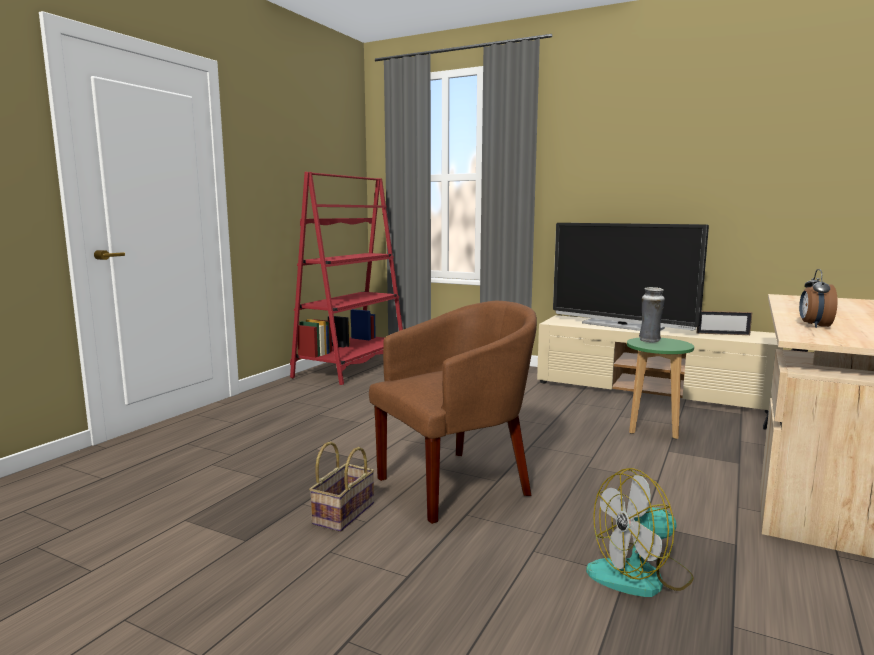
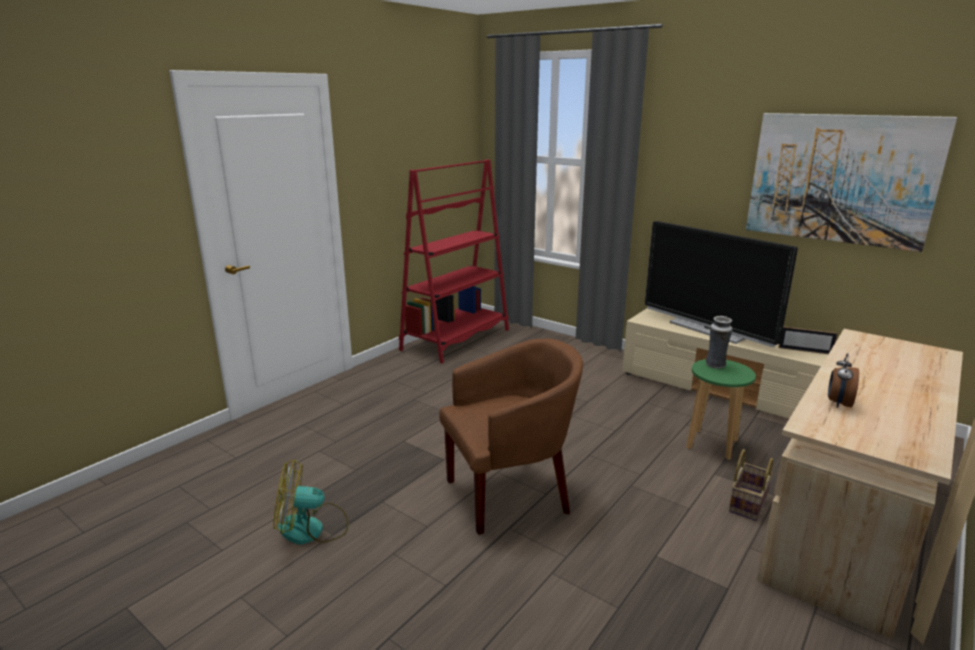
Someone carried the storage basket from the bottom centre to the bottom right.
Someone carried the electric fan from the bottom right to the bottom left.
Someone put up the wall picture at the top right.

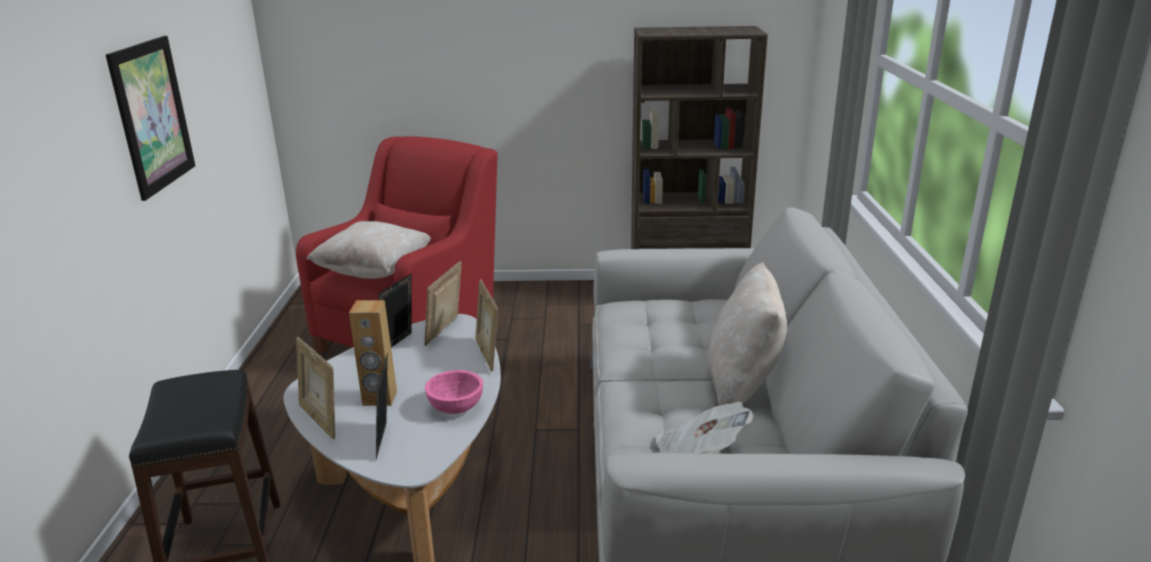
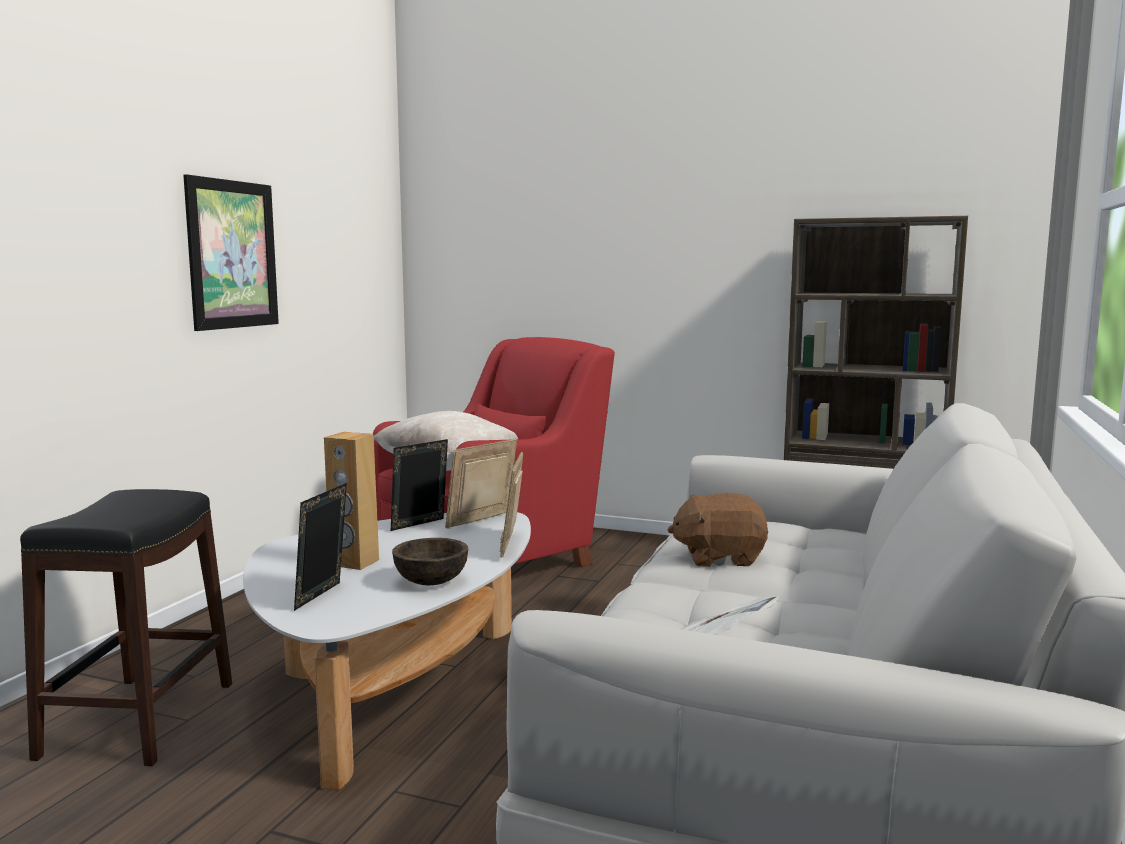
Someone took away the standing frame (no. 1 from left) at the bottom left.
Someone repainted the serving bowl (pink) at the bottom centre, which became the serving bowl (brown) at the centre.
Someone took away the cushion (beige-coloured) (no. 2 from left) at the centre.
Someone put down the plush toy (brown) at the centre.

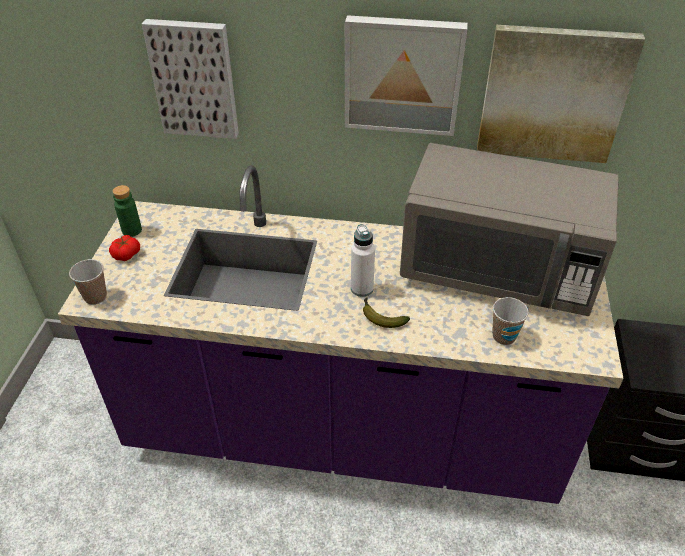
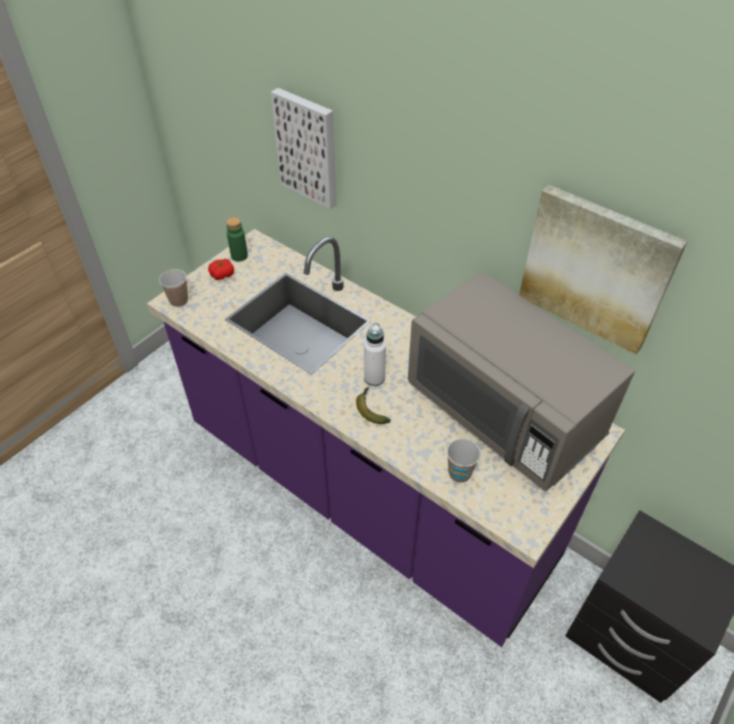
Someone took away the wall picture (no. 2 from left) at the top centre.

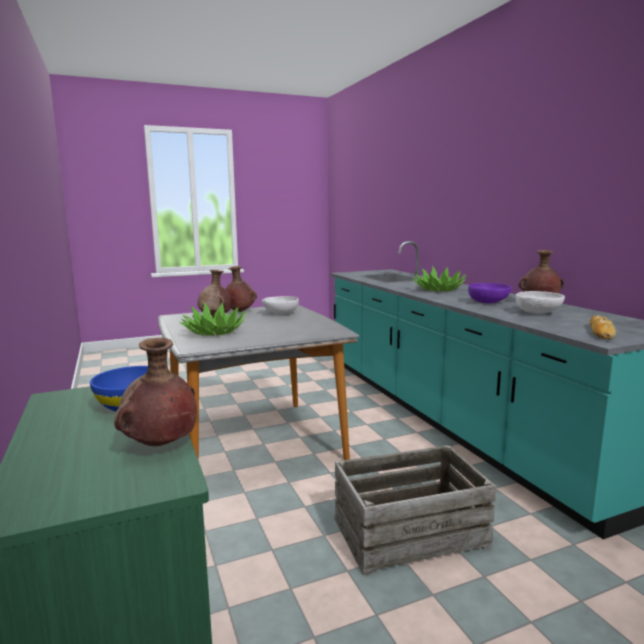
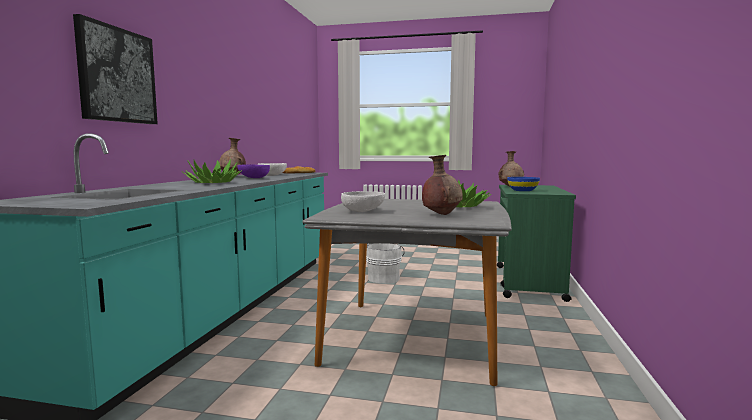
Someone took away the decorative vase (brown) (no. 3 from left) at the centre.
Someone swapped the shipping crate at the bottom centre for the bucket (white-coloured) at the centre.
Someone put up the wall picture at the top left.

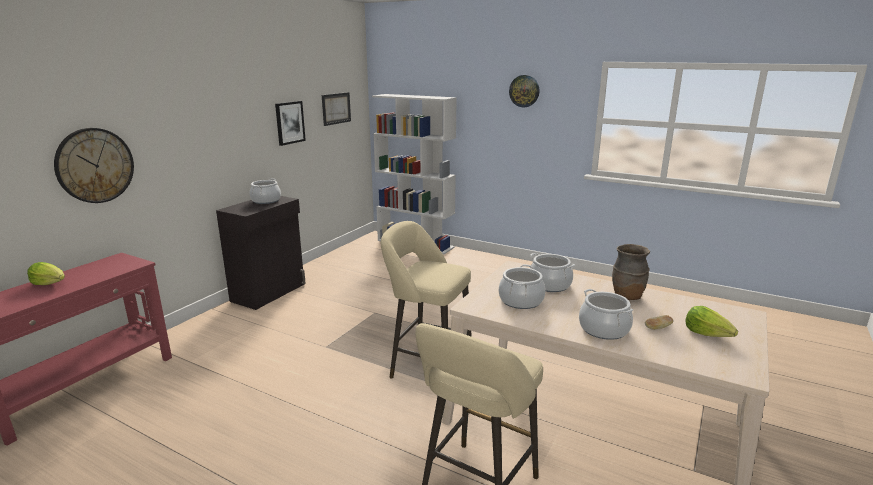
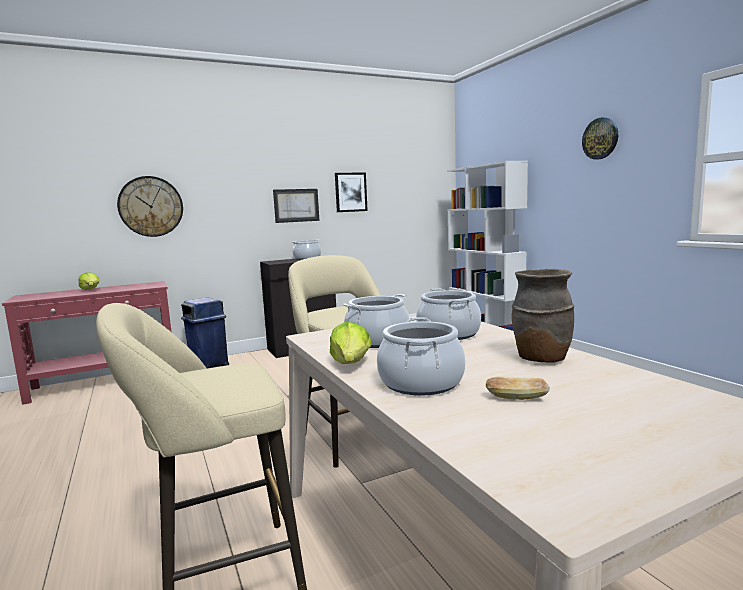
Someone carried the wall picture (no. 2 from left in the first image) from the top centre to the centre.
Someone carried the lettuce (no. 2 from left) from the middle right to the centre.
Someone put down the trash can (blue-coloured) at the middle left.

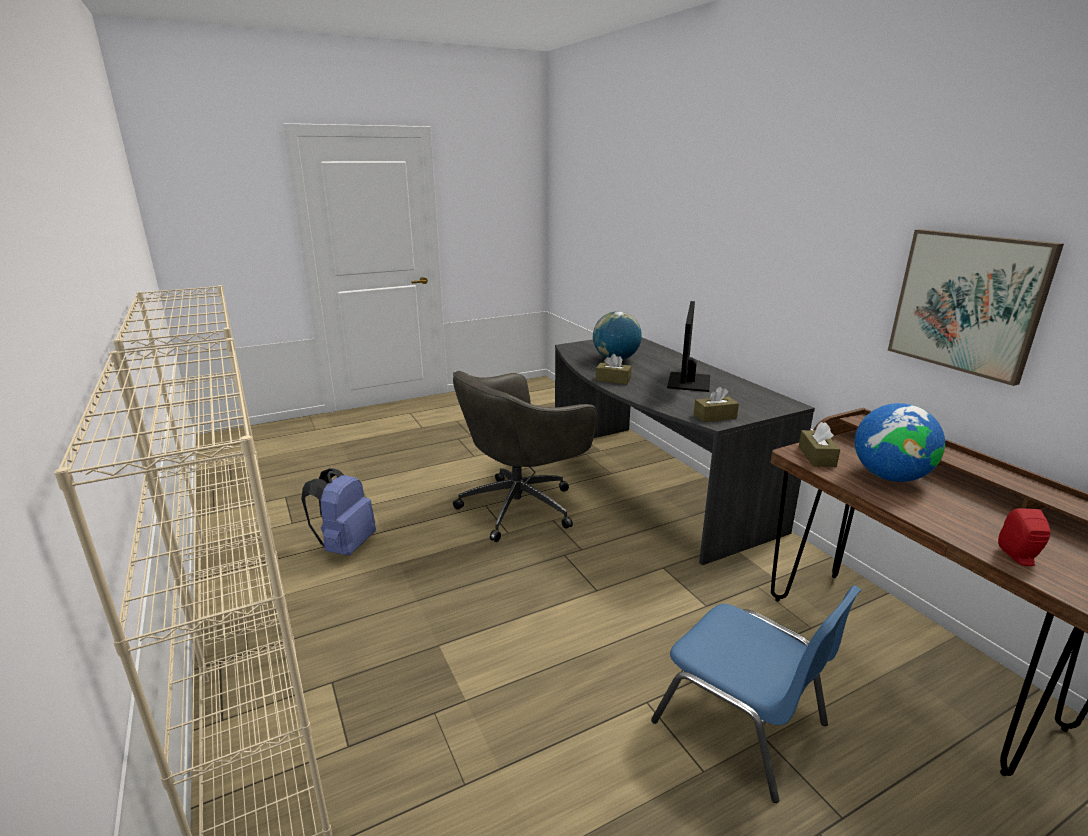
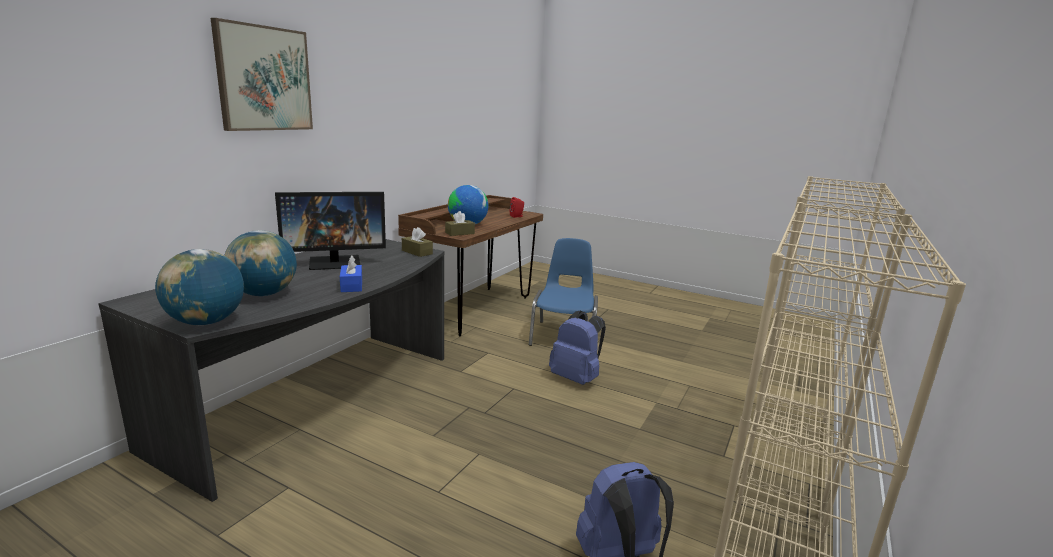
Someone took away the desk chair (greyish) at the centre.
Someone repainted the tissue box (brown) (no. 1 from left) at the centre, which became the tissue box (blue-coloured) at the centre.
Someone carried the wall picture from the middle right to the top left.
Someone put down the world globe (no. 1 from left) at the middle left.
Someone put down the backpack (blue-coloured) (no. 1 from left) at the centre.

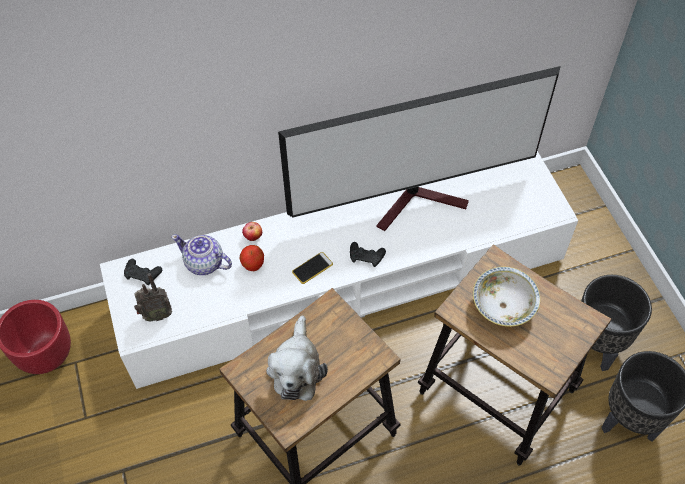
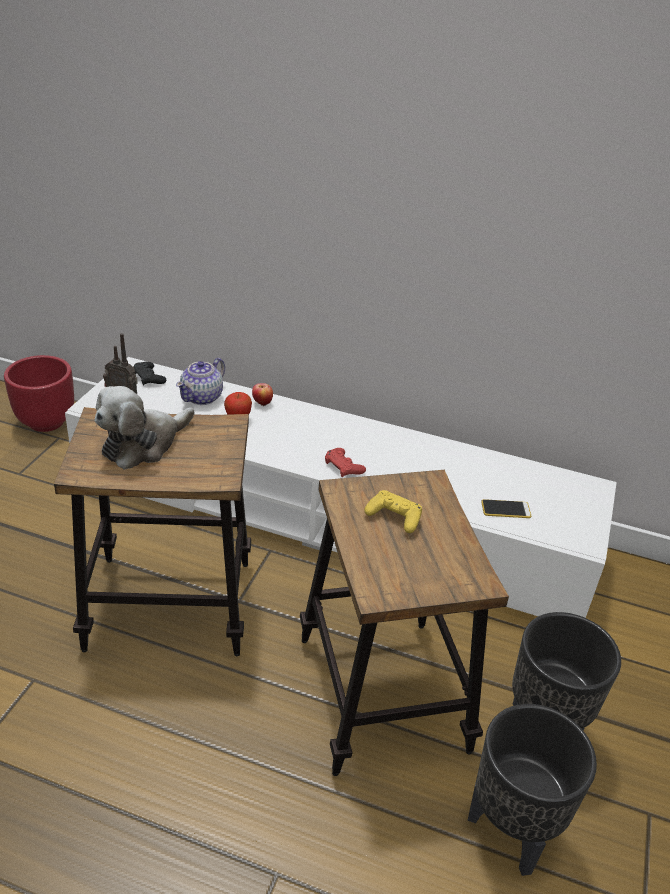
Someone rotated the teapot at the middle left by 120 degrees counterclockwise.
Someone took away the TV at the top centre.
Someone carried the phone from the centre to the middle right.
Someone repainted the game controller (black) (no. 2 from left) at the centre, which became the game controller (red-coloured) at the centre.
Someone swapped the serving bowl at the middle right for the game controller (yellow-coloured) at the centre.

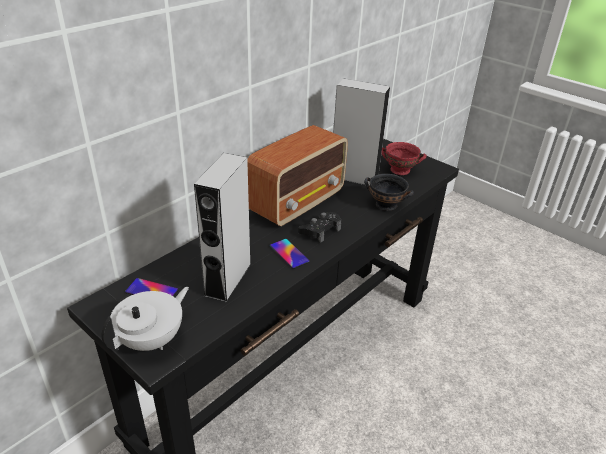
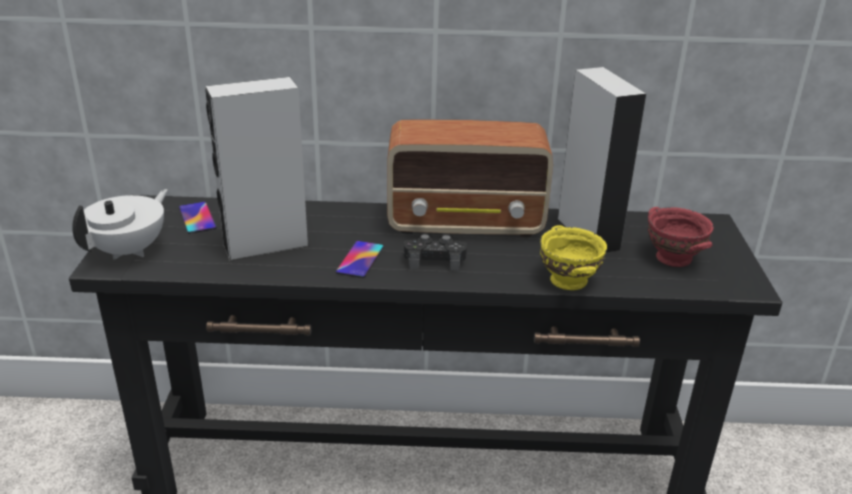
Someone rotated the teapot (white-coloured) at the bottom left by 60 degrees counterclockwise.
Someone repainted the serving bowl (black) at the centre, which became the serving bowl (yellow-coloured) at the middle right.

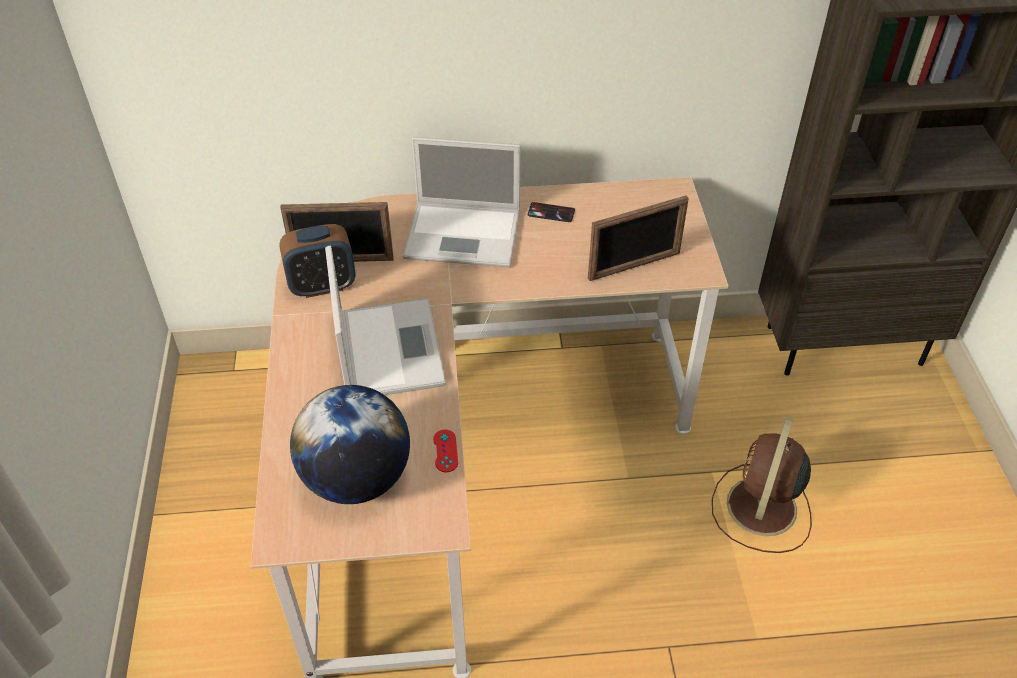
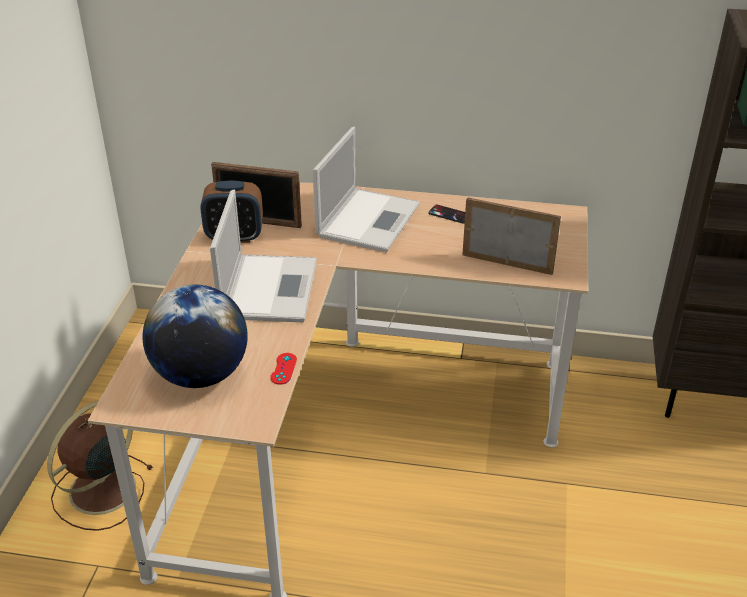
Someone rotated the notebook computer (no. 2 from left) at the top centre by 90 degrees counterclockwise.
Someone rotated the standing frame (no. 2 from left) at the centre by 150 degrees counterclockwise.
Someone carried the electric fan (brown) from the bottom right to the bottom left.

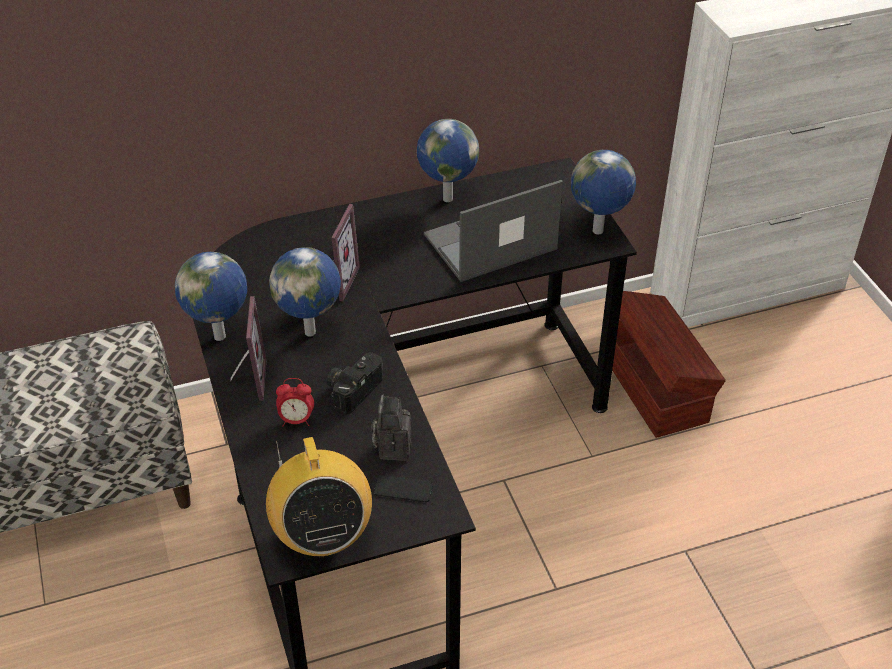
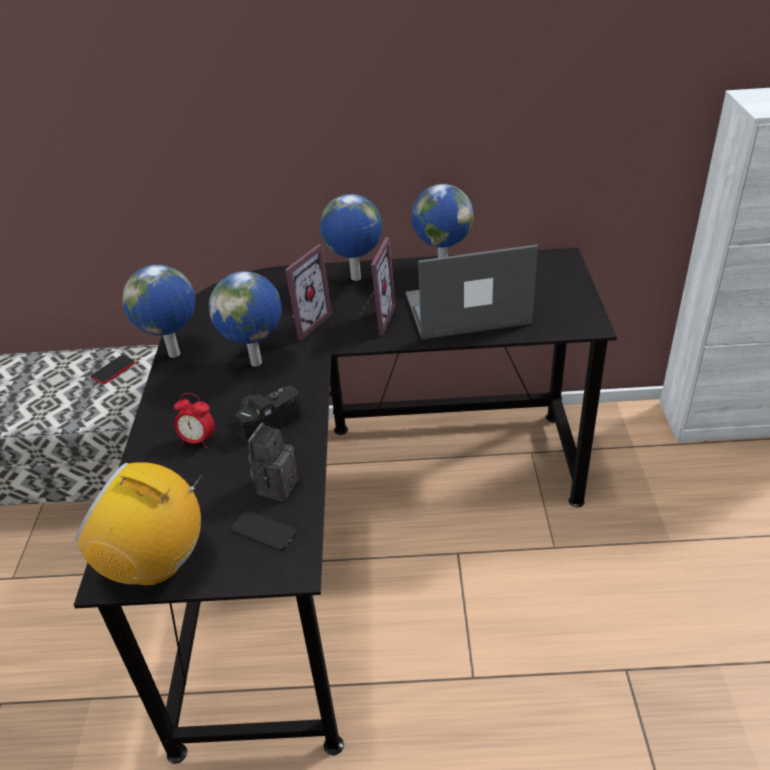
Someone carried the standing frame (no. 1 from left in the first image) from the middle left to the centre.
Someone rotated the radio receiver at the bottom centre by 105 degrees clockwise.
Someone carried the world globe (no. 4 from left in the first image) from the top right to the top centre.
Someone took away the storage box (brown) at the middle right.
Someone put down the phone (no. 1 from left) at the middle left.

